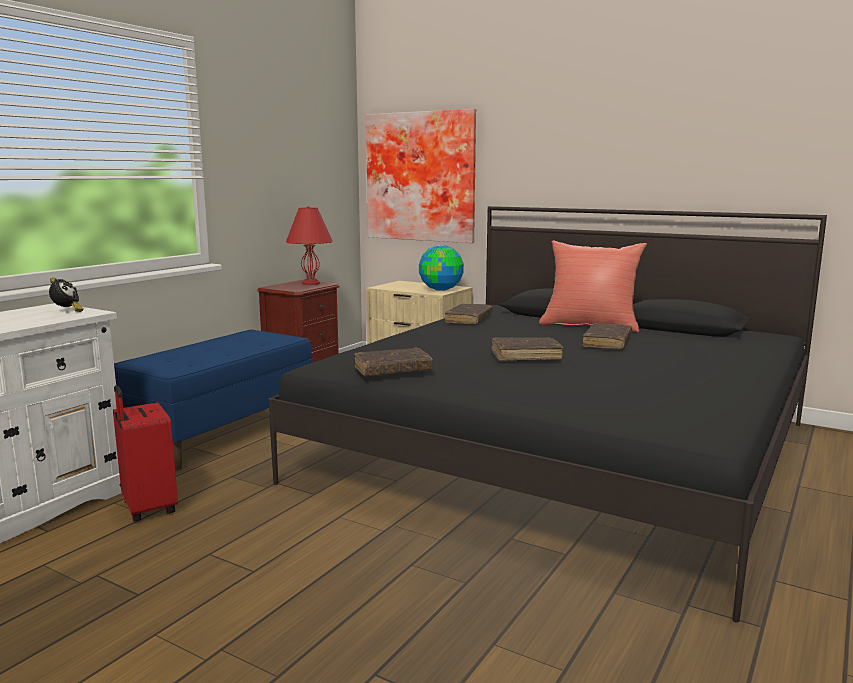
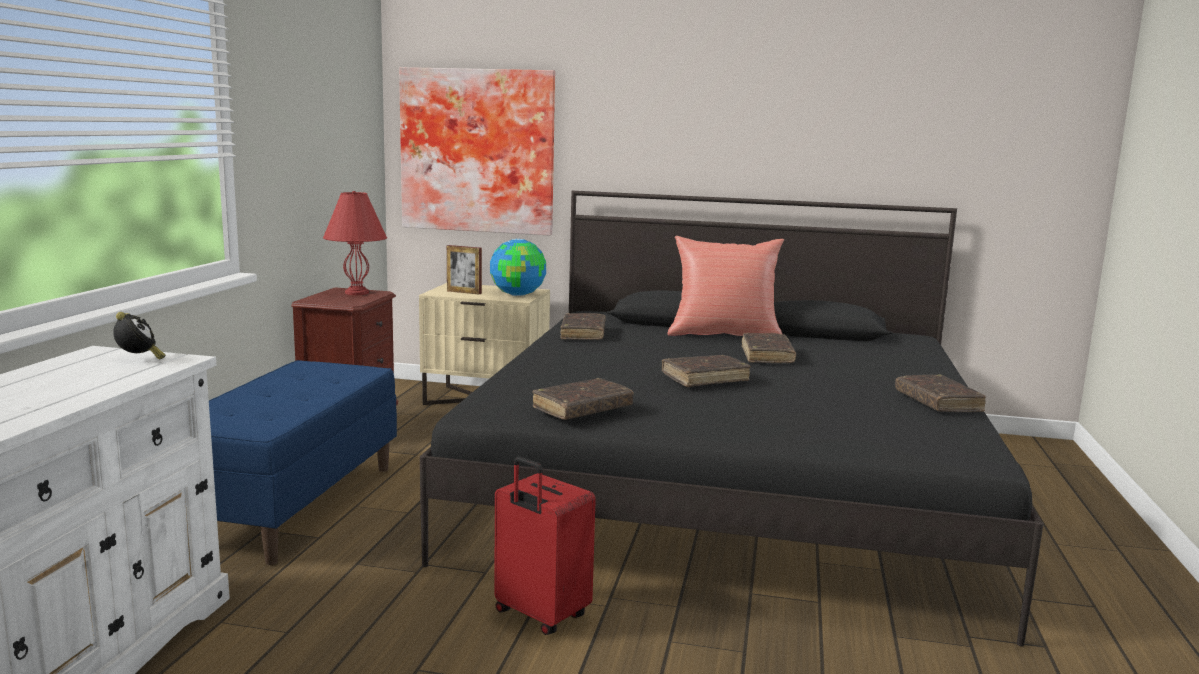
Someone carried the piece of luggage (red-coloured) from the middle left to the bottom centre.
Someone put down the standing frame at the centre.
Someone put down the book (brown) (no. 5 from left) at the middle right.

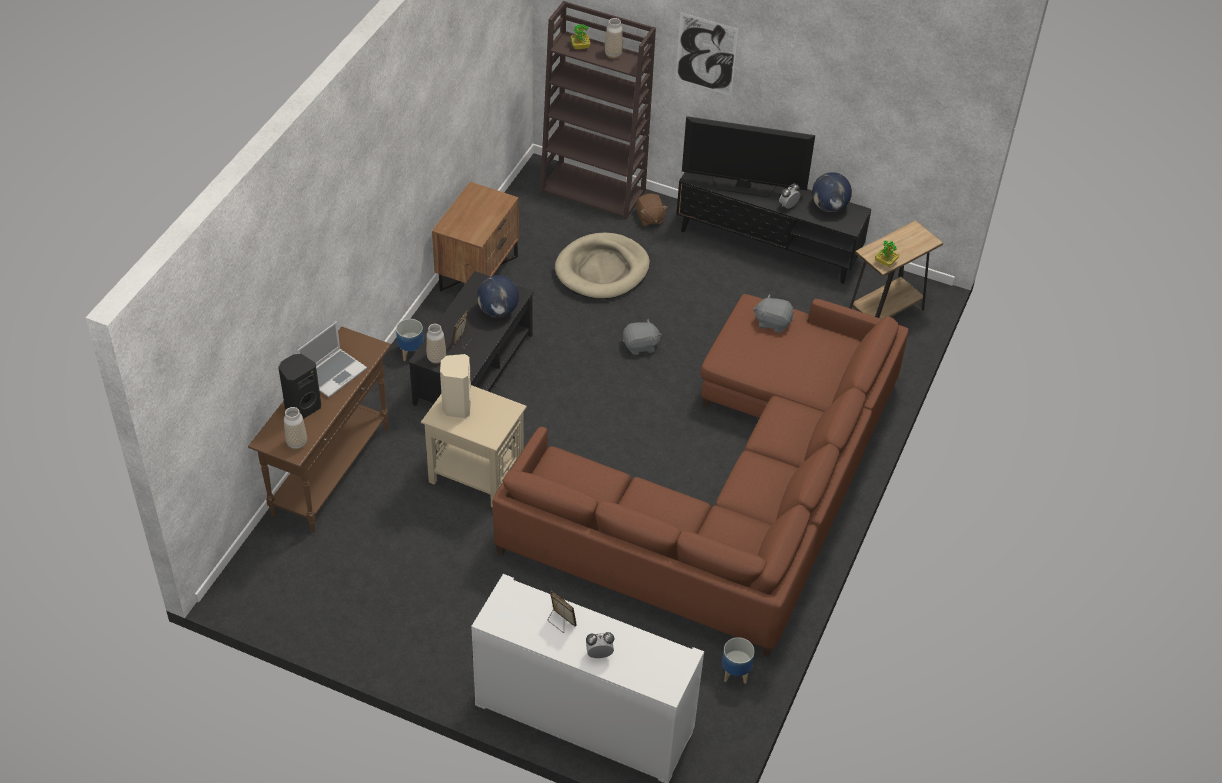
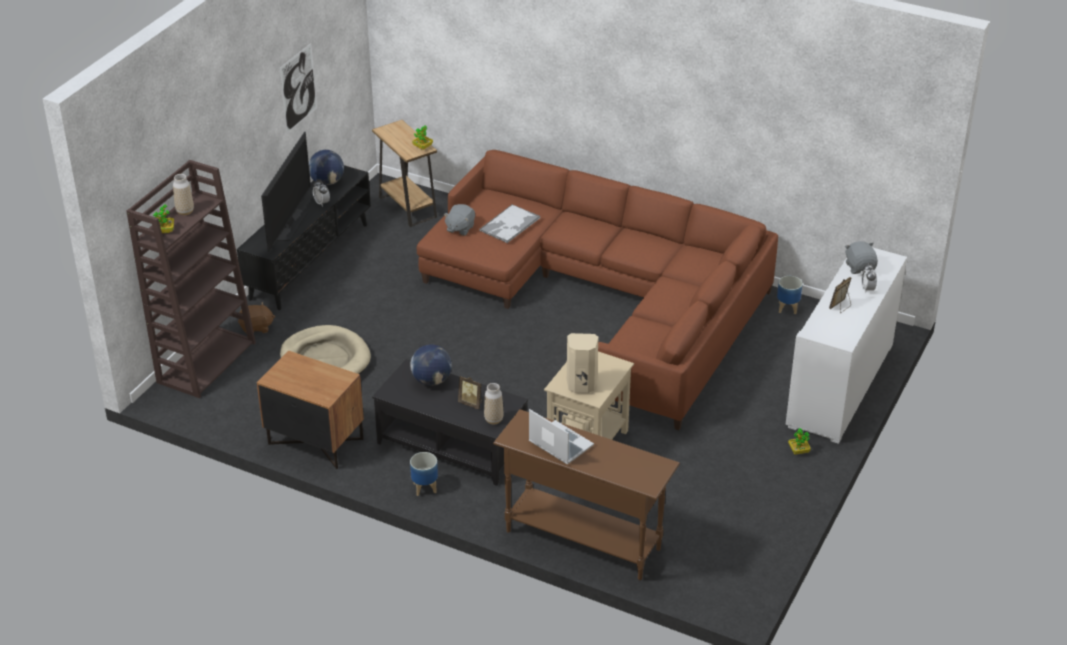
Someone took away the audio speaker (black) at the middle left.
Someone took away the decorative vase (no. 1 from left) at the middle left.
Someone carried the plush toy (greyish) (no. 1 from left in the first image) from the centre to the middle right.
Someone carried the wall picture from the top centre to the top left.
Someone put down the carrying tray at the centre.
Someone put down the houseplant (no. 3 from left) at the bottom right.

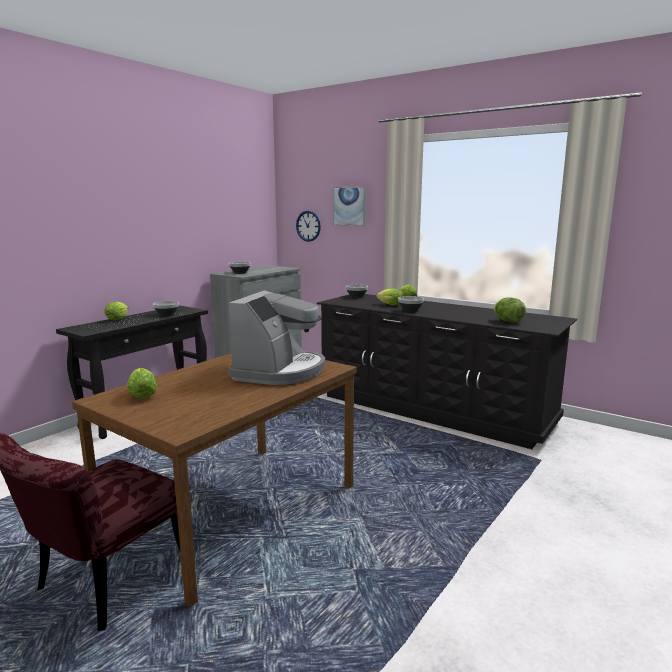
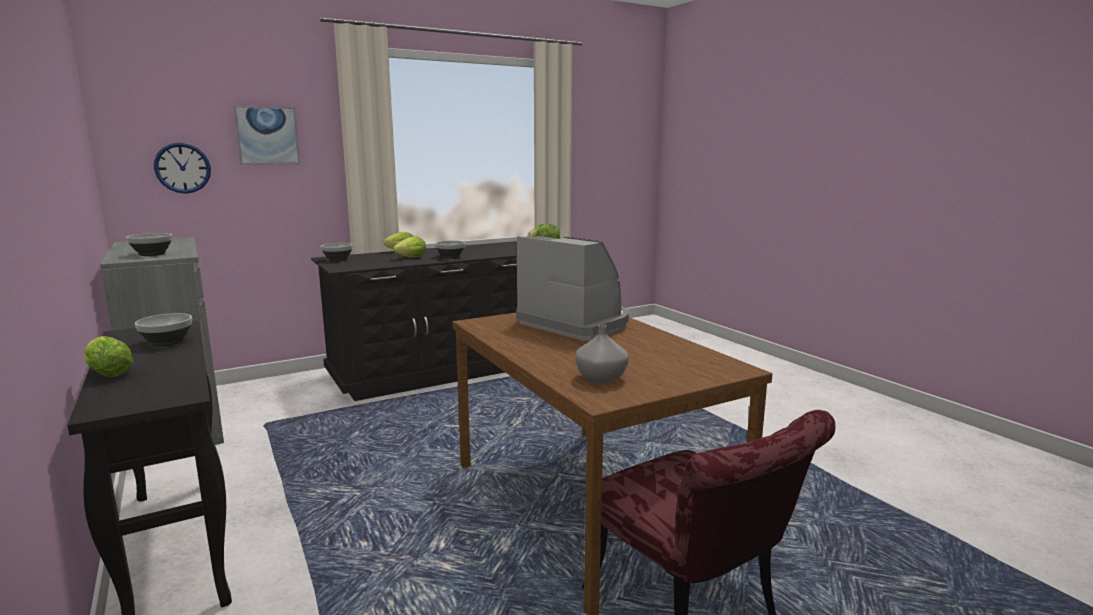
Someone swapped the lettuce (no. 2 from left) at the middle left for the decorative vase (greyish) at the centre.

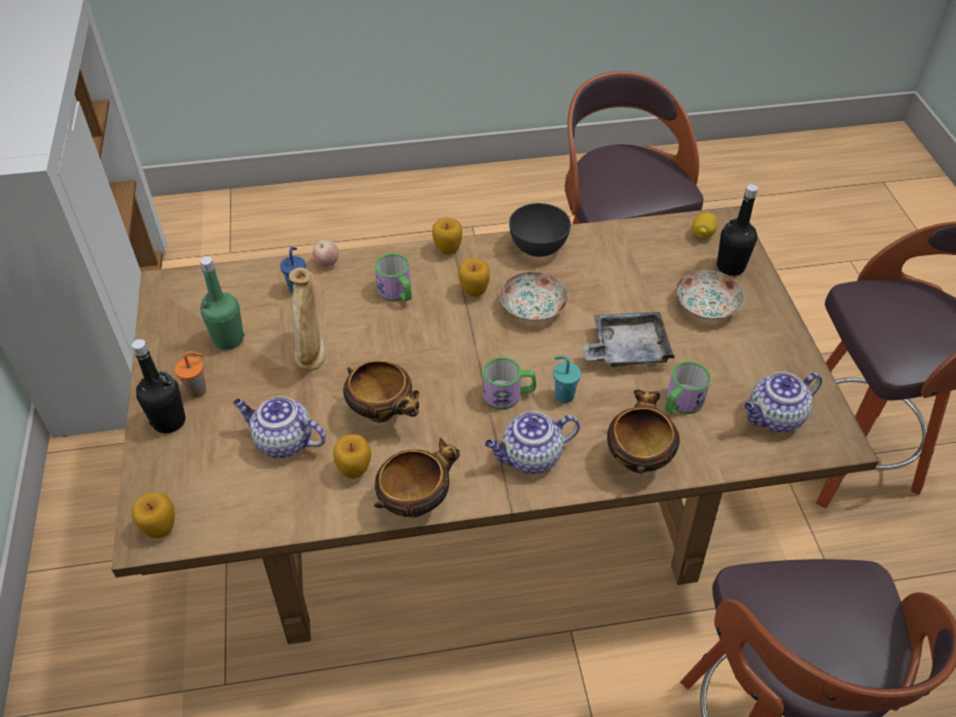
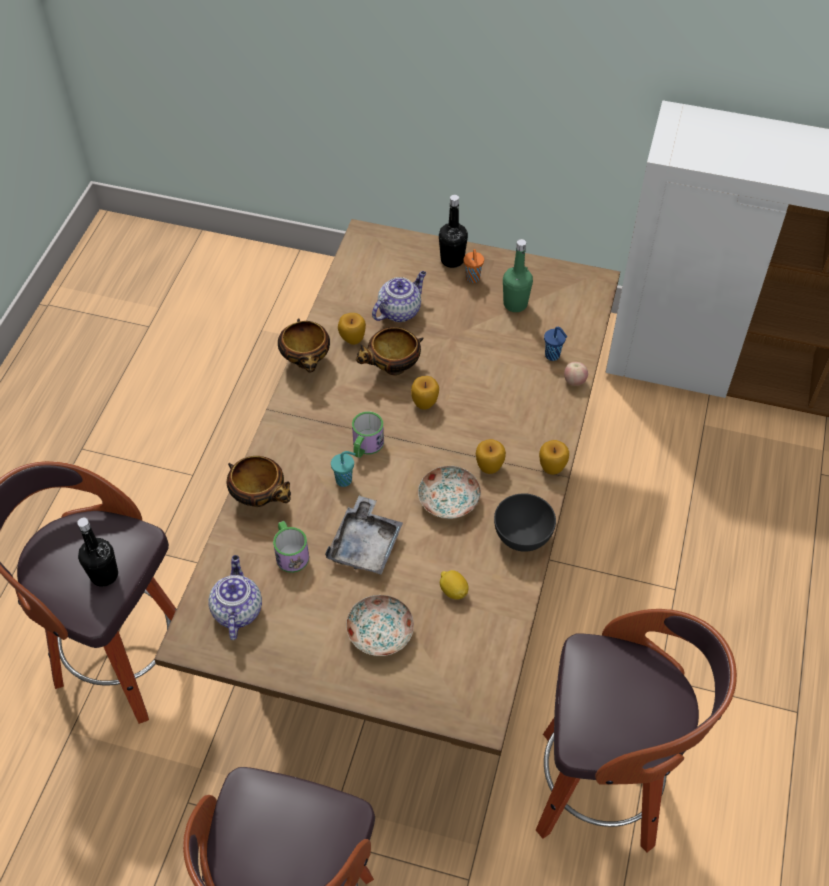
Someone carried the whole apple (no. 1 from left in the first image) from the bottom left to the centre.
Someone took away the decorative vase (beige-coloured) at the middle left.
Someone took away the mug (no. 1 from left) at the centre.
Someone took away the teapot (no. 2 from left) at the centre.
Someone carried the citrus fruit from the top right to the centre.
Someone carried the beverage bottle (black) (no. 2 from left in the first image) from the top right to the middle left.

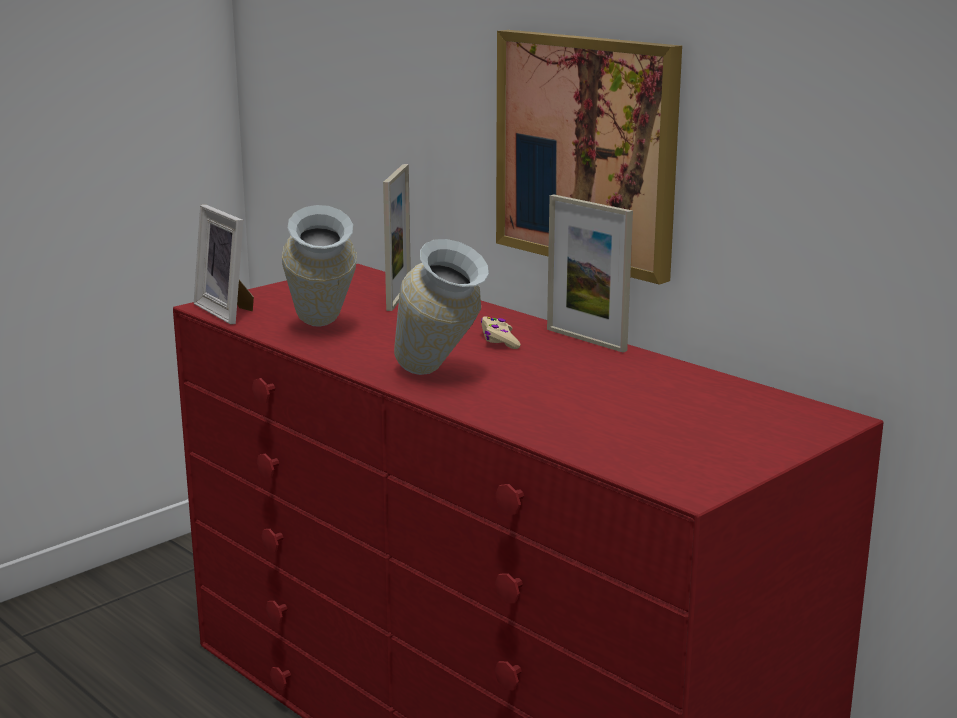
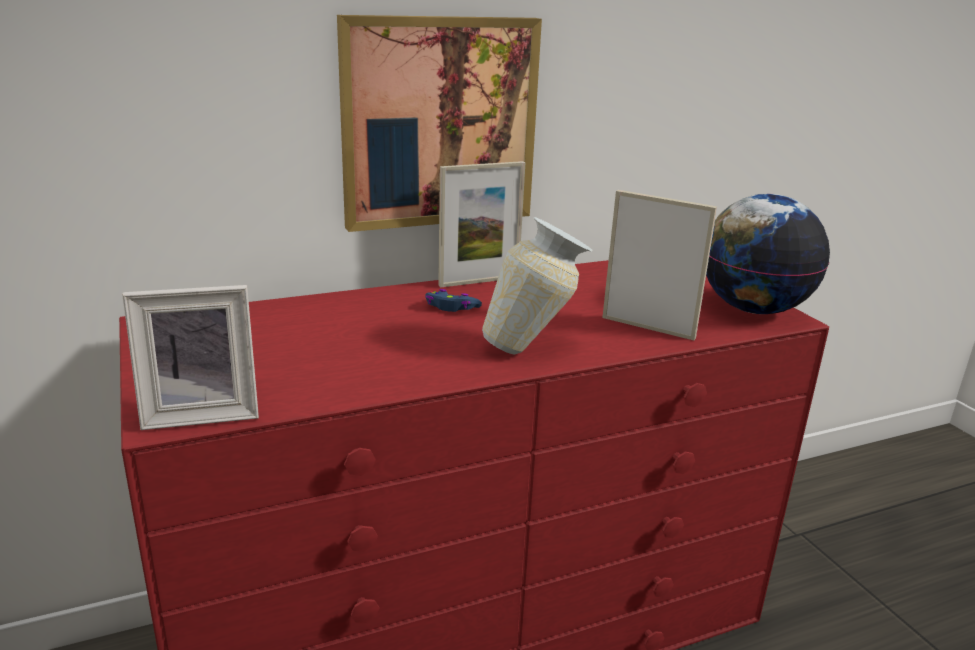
Someone took away the decorative vase (no. 1 from left) at the centre.
Someone carried the standing frame (no. 2 from left in the first image) from the top centre to the middle right.
Someone repainted the game controller (beige-coloured) at the centre, which became the game controller (blue-coloured) at the centre.
Someone put down the world globe at the middle right.

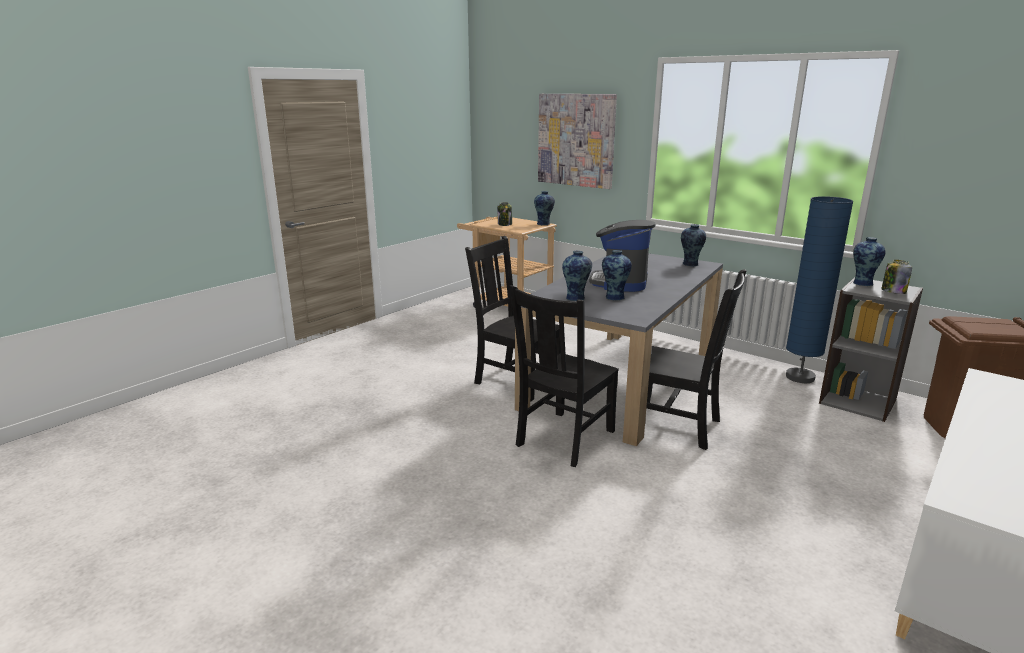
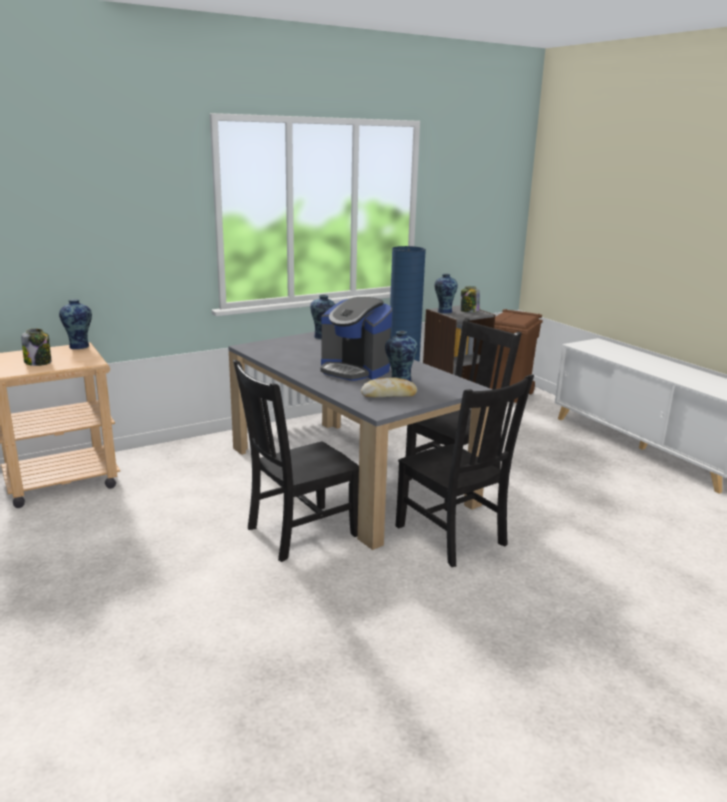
Someone took away the wall picture at the top centre.
Someone swapped the decorative vase (no. 2 from left) at the centre for the bread at the centre.

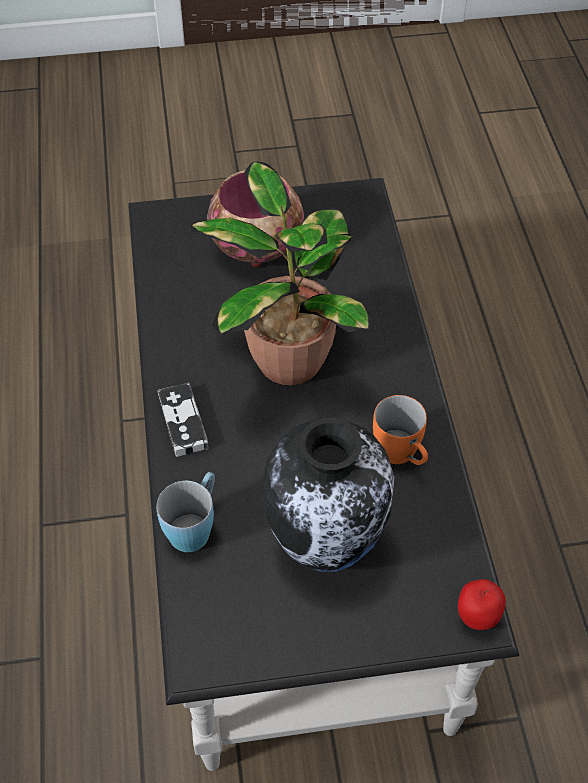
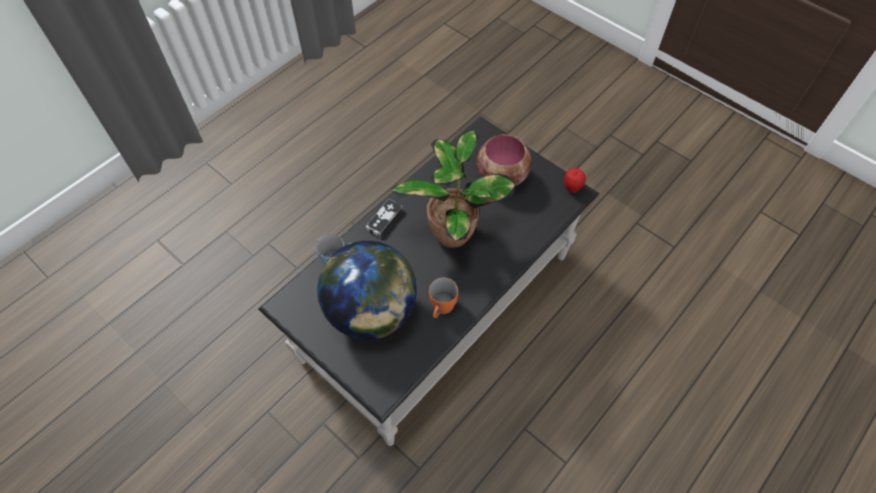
Someone swapped the decorative vase at the centre for the world globe at the centre.
Someone carried the whole apple from the bottom right to the centre.

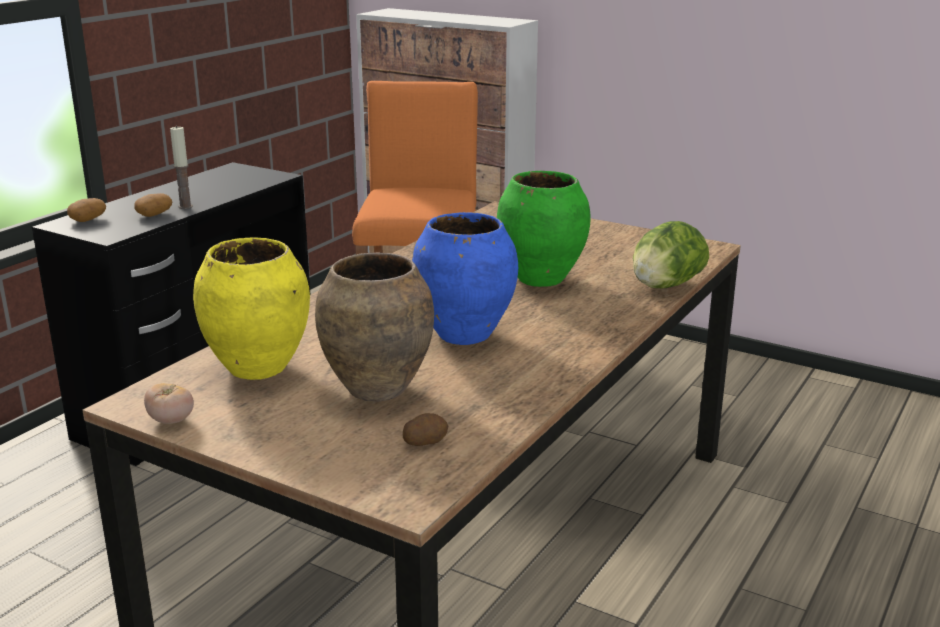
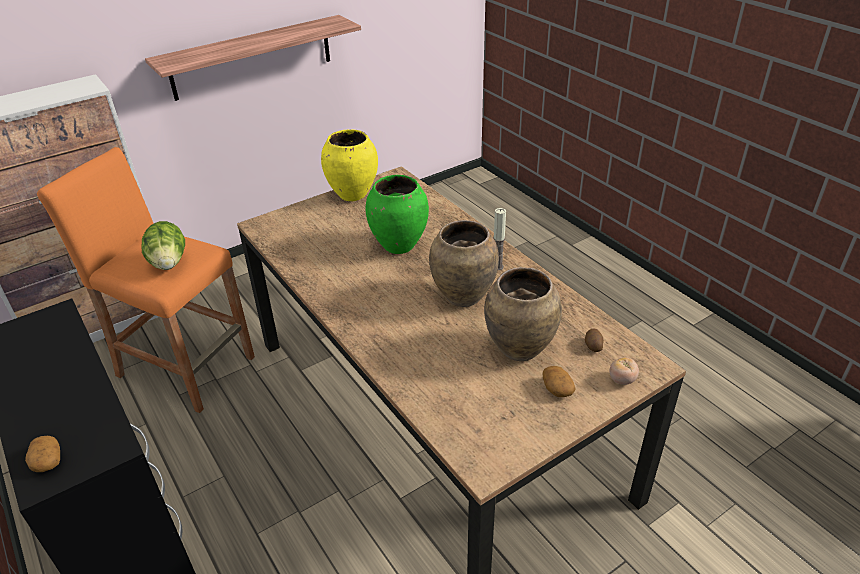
Someone carried the spud (no. 2 from left) from the top left to the centre.
Someone carried the whole tomato from the middle left to the middle right.
Someone carried the wax light from the top left to the centre.
Someone carried the decorative vase (yellow-coloured) from the middle left to the top centre.
Someone repainted the decorative vase (blue-coloured) at the centre, which became the decorative vase (brown) (no. 1 from left) at the centre.
Someone carried the lettuce from the middle right to the middle left.
Someone put up the bracket shelf at the top left.

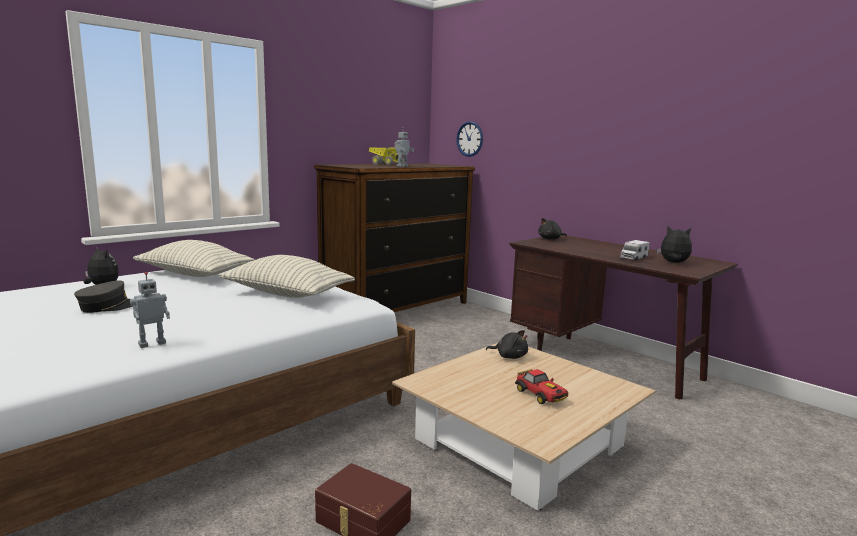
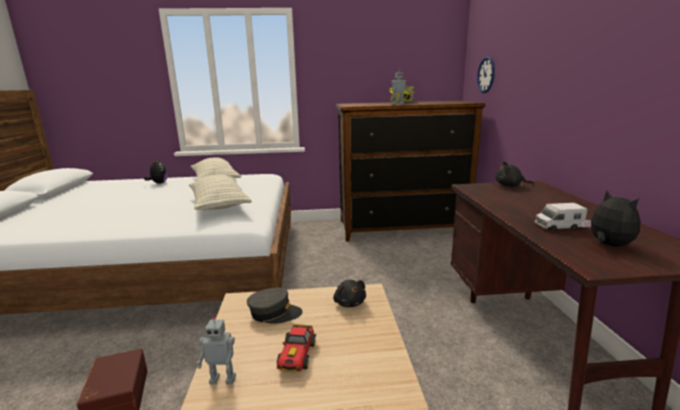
Someone carried the peaked cap (greyish) from the middle left to the bottom centre.
Someone carried the model robot (no. 1 from left) from the middle left to the bottom left.

